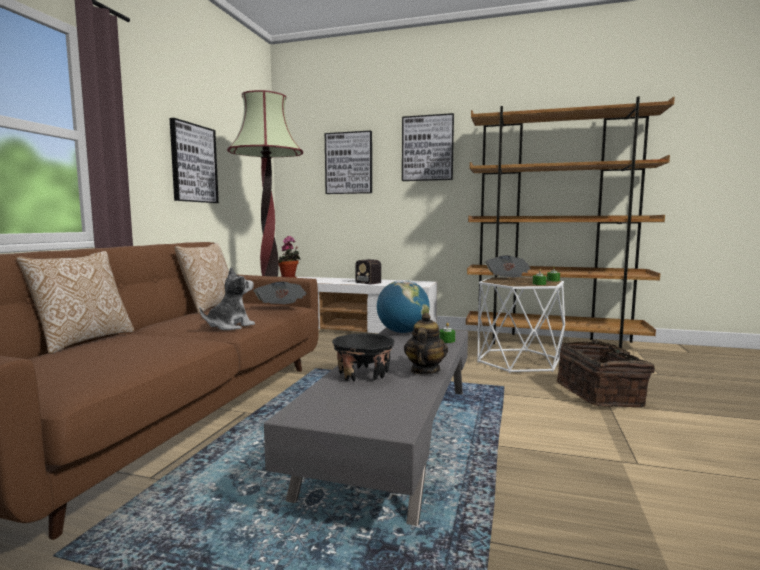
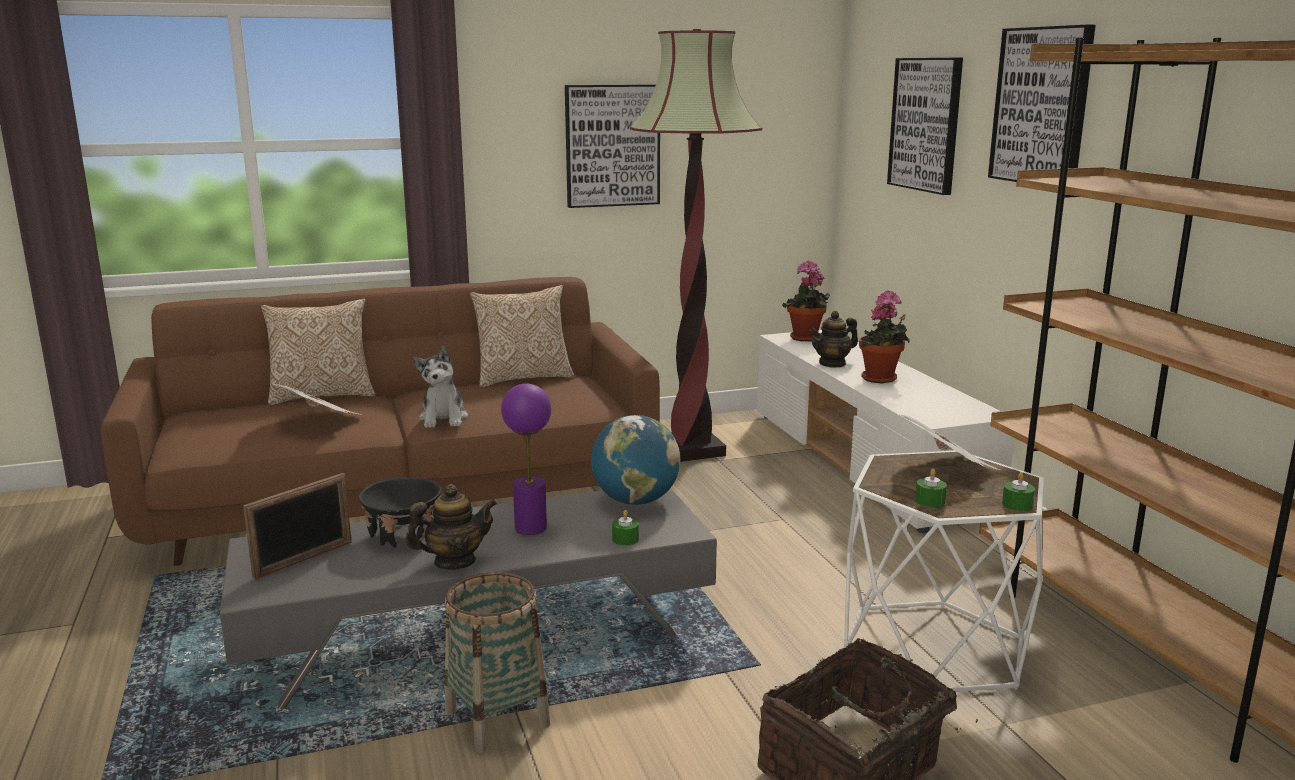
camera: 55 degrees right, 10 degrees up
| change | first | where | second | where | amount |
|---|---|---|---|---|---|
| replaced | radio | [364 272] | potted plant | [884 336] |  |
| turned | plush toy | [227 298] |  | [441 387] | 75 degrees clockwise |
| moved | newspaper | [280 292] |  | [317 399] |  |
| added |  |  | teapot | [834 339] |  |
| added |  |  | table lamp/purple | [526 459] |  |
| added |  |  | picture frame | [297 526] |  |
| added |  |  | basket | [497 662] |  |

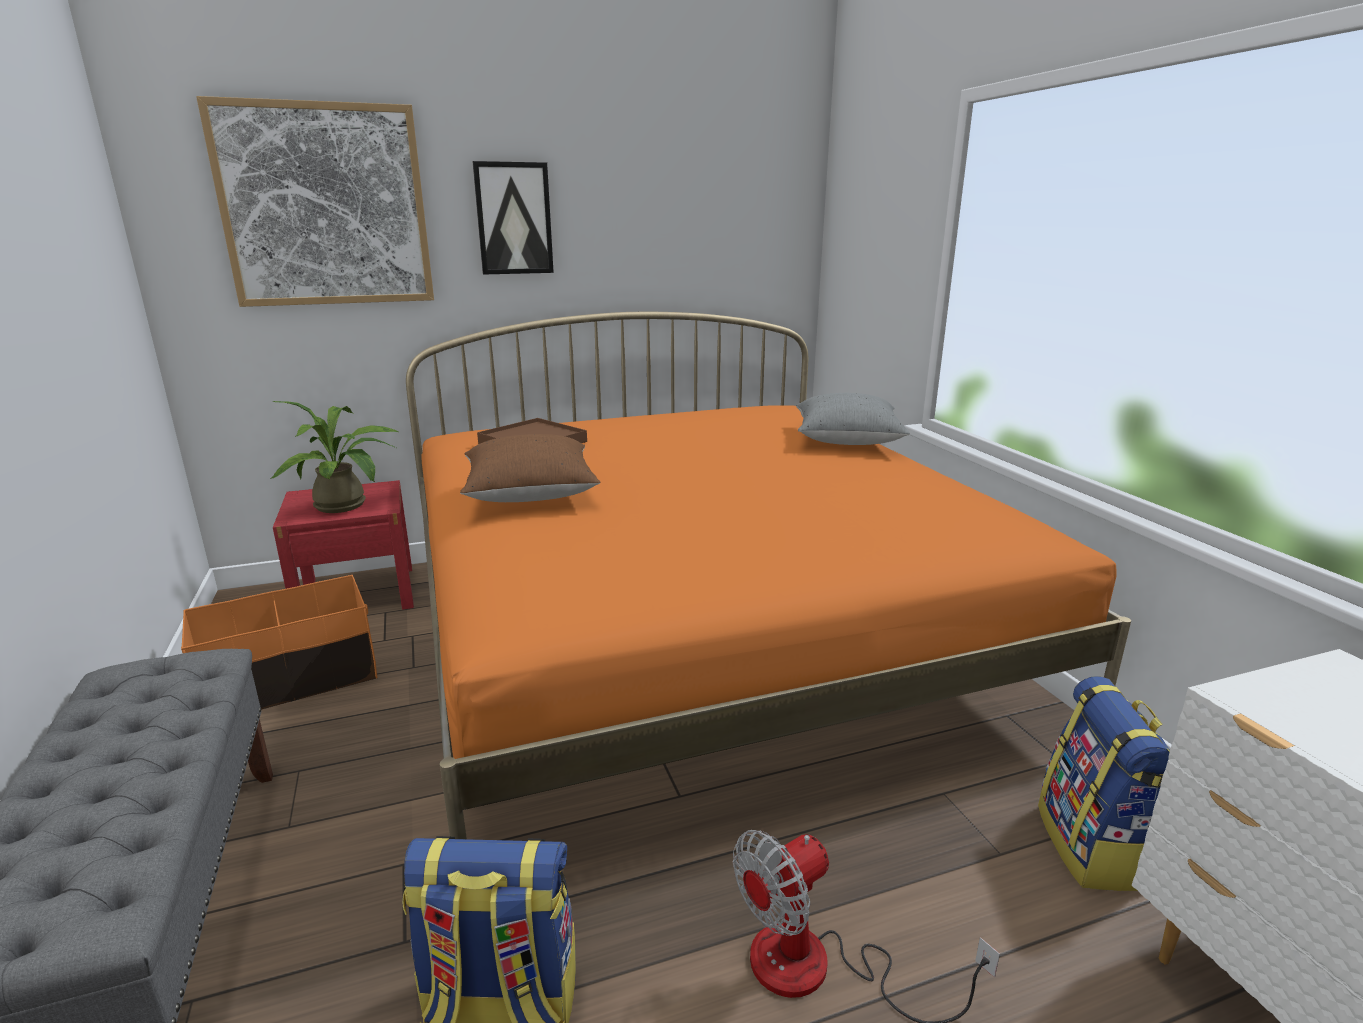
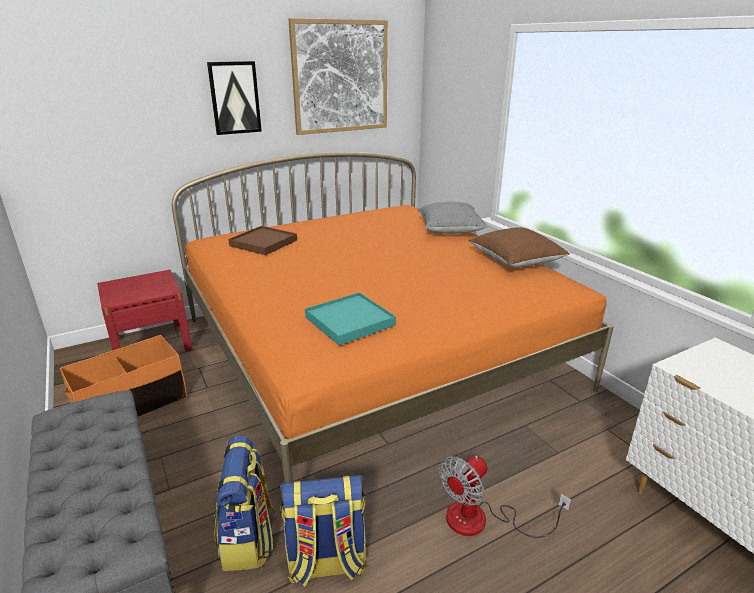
camera: 10 degrees left, 5 degrees up
| change | first | where | second | where | amount |
|---|---|---|---|---|---|
| moved | picture | [315 201] |  | [338 76] |  |
| removed | potted plant | [334 457] |  |  |  |
| moved | pillow/brown | [530 468] |  | [519 247] |  |
| moved | backpack | [1104 783] |  | [244 503] |  |
| added |  |  | tray/turquoise | [350 319] |  |

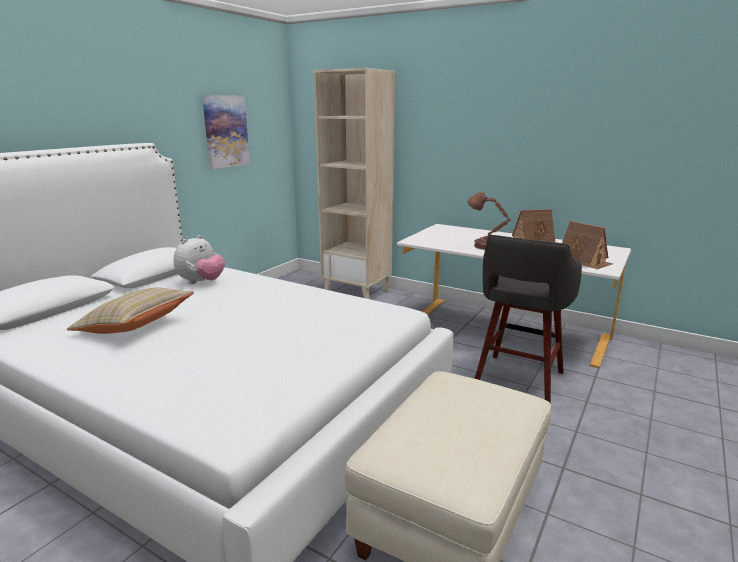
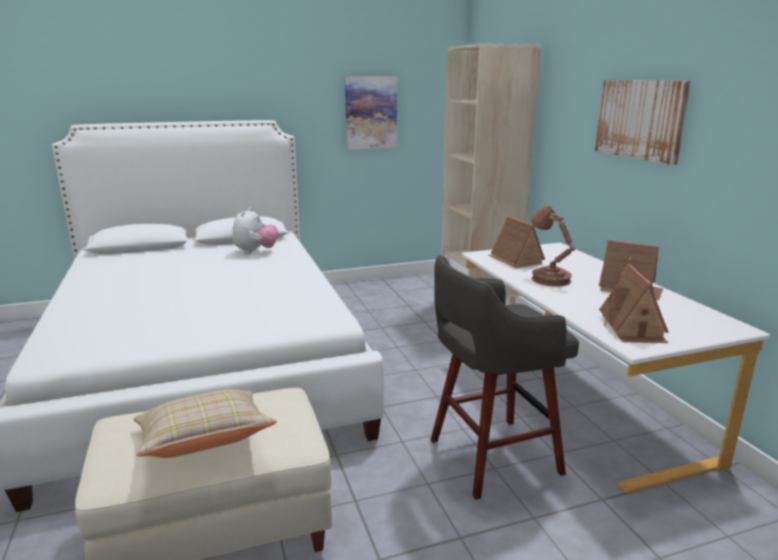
camera: 40 degrees right, 0 degrees up
| change | first | where | second | where | amount |
|---|---|---|---|---|---|
| turned | plush toy | [199 259] |  | [255 231] | 60 degrees counterclockwise |
| moved | pillow/beige | [130 311] |  | [205 423] |  |
| added |  |  | picture | [643 122] |  |
| added |  |  | toy house | [517 242] |  |

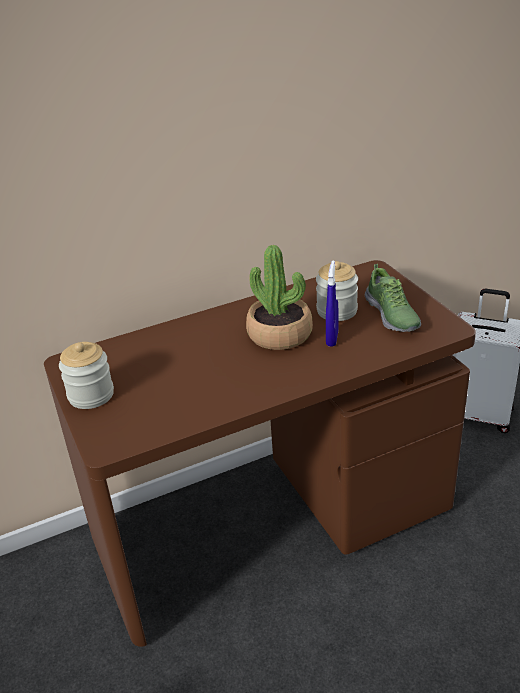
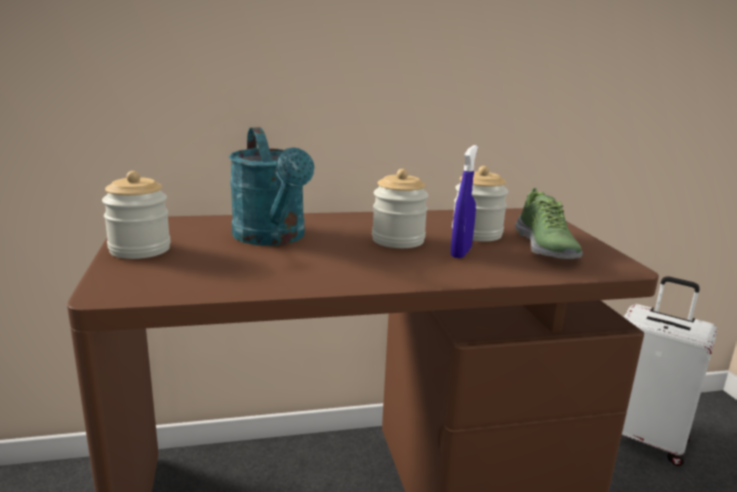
camera: 10 degrees right, 15 degrees down
| change | first | where | second | where | amount |
|---|---|---|---|---|---|
| replaced | potted plant | [279 297] | jar | [400 208] |  |
| added |  |  | watering can/turquoise | [271 186] |  |

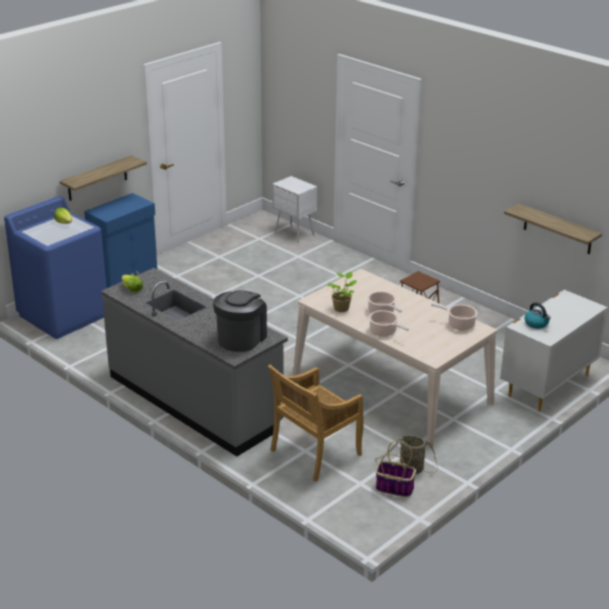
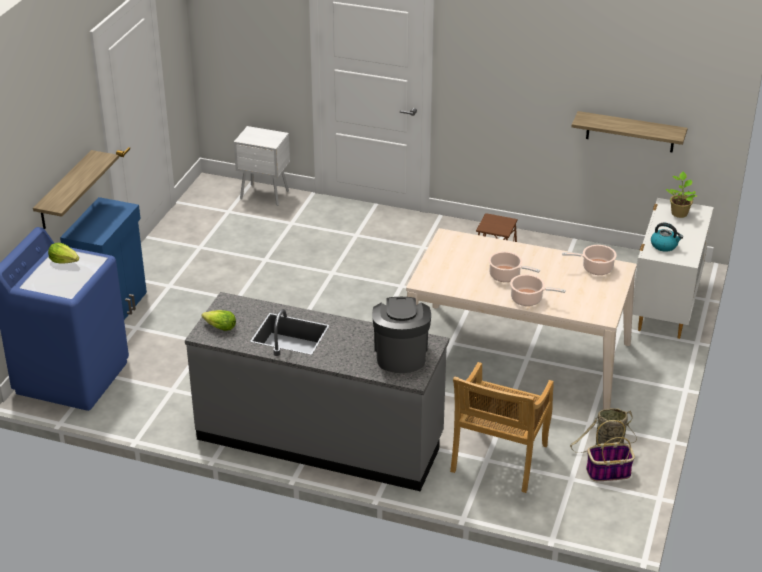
camera: 25 degrees left, 5 degrees up
| change | first | where | second | where | amount |
|---|---|---|---|---|---|
| moved | potted plant | [342 292] |  | [681 195] |  |

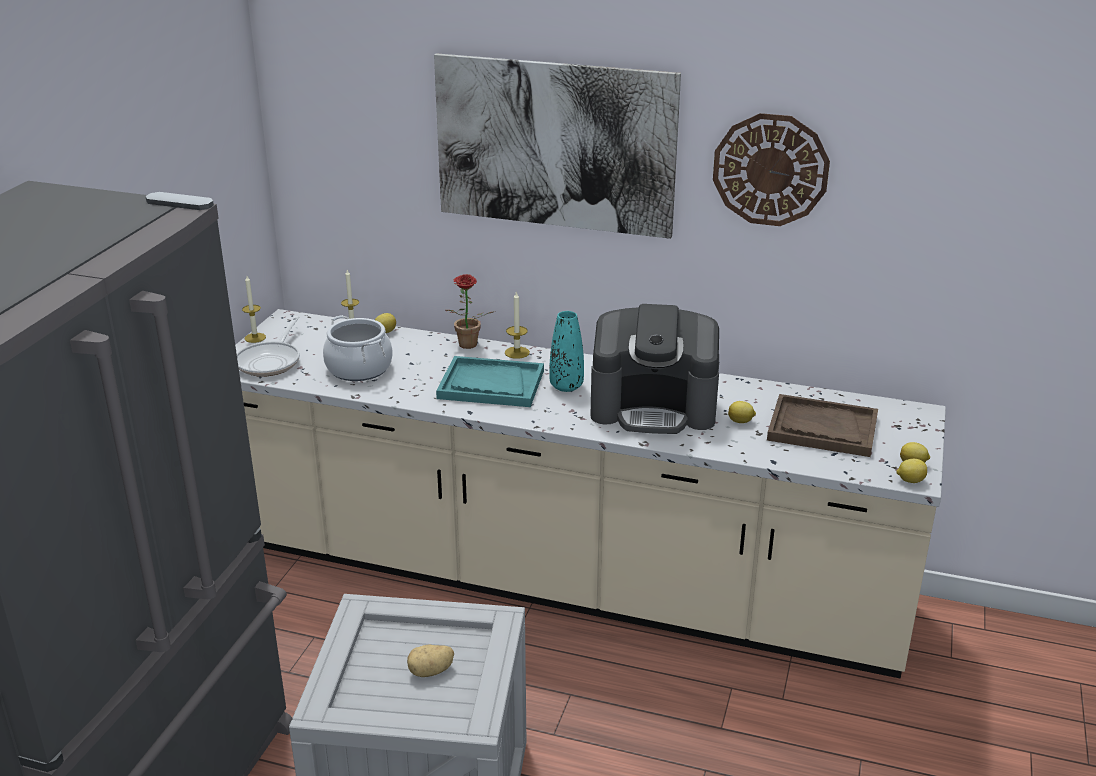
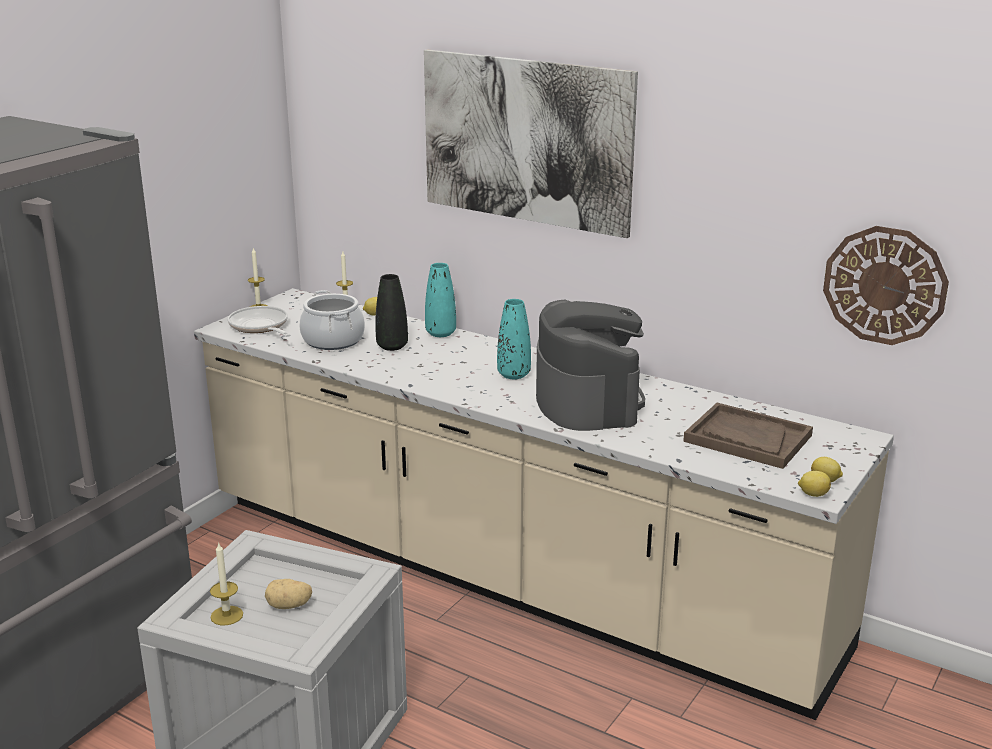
camera: 15 degrees right, 5 degrees down
| change | first | where | second | where | amount |
|---|---|---|---|---|---|
| moved | wall clock | [771 169] |  | [886 285] |  |
| replaced | potted plant | [469 311] | vase/turquoise | [440 300] |  |
| moved | candle | [517 325] |  | [226 583] |  |
| turned | coffee machine | [655 369] |  | [590 365] | 120 degrees counterclockwise |
| turned | frying pan | [268 346] |  | [259 321] | 120 degrees clockwise |
| removed | tray/turquoise | [490 381] |  |  |  |
| removed | lemon | [742 412] |  |  |  |
| added |  |  | vase/black | [391 312] |  |

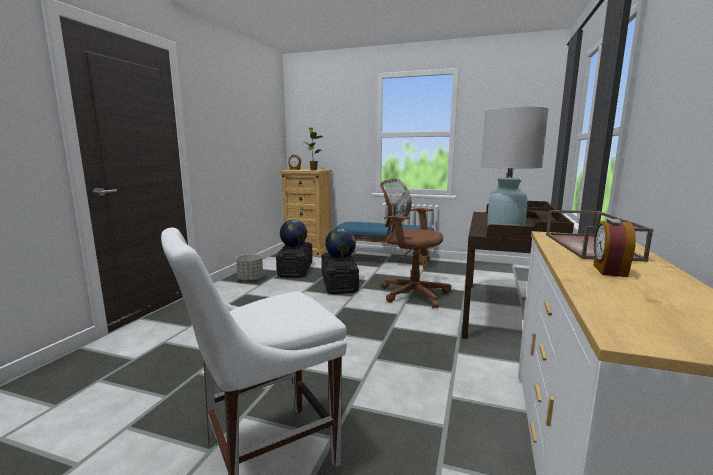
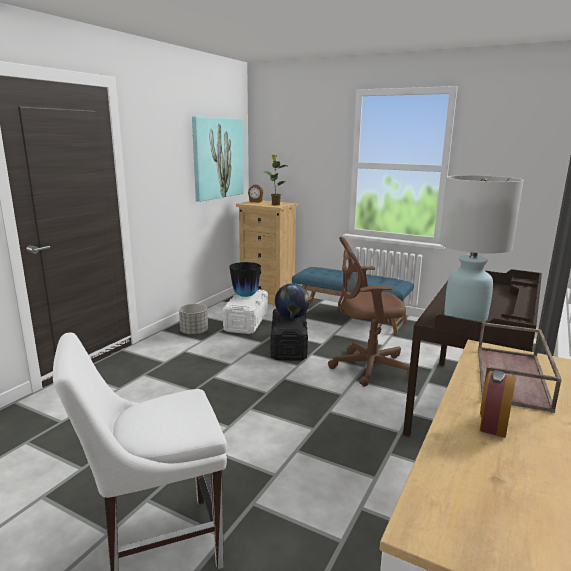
camera: 10 degrees right, 5 degrees up
| change | first | where | second | where | amount |
|---|---|---|---|---|---|
| turned | office chair/brown | [415 243] |  | [369 312] | 45 degrees counterclockwise |
| replaced | globe | [293 233] | vase | [245 279] |  |
| recoloured | storage box/black | [294 260] | storage box/white | [245 311] |  |
| added |  |  | picture | [218 159] |  |

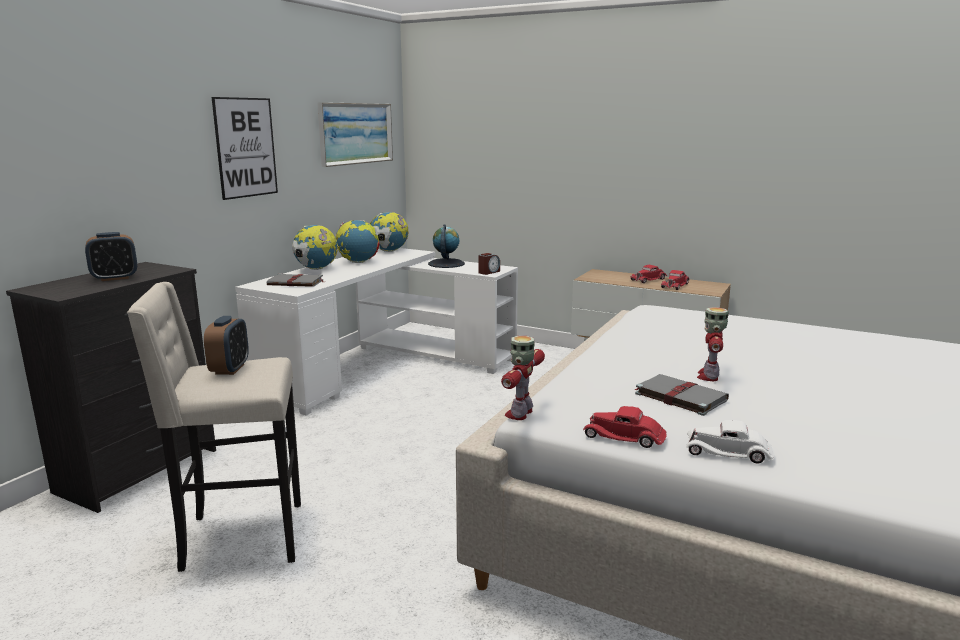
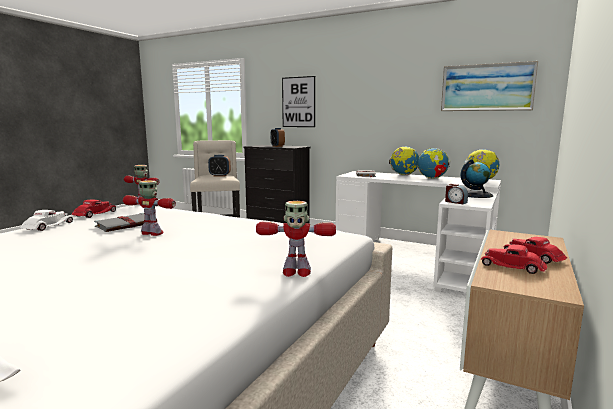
camera: 90 degrees right, 5 degrees down
| change | first | where | second | where | amount |
|---|---|---|---|---|---|
| moved | picture | [245 148] |  | [298 101] |  |
| added |  |  | toy robot | [296 239] |  |

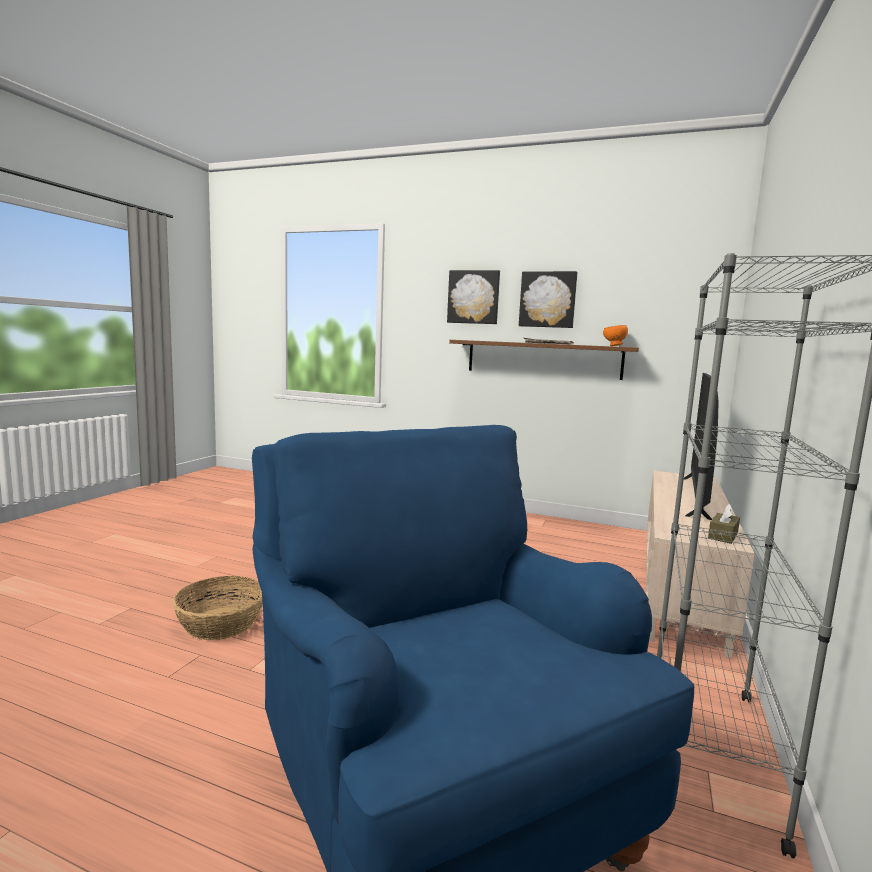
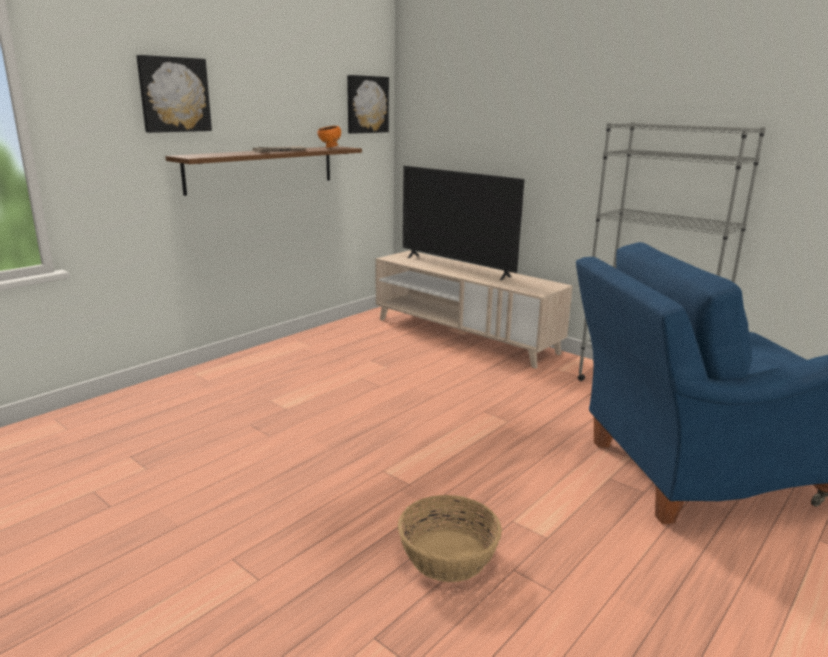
camera: 70 degrees left, 10 degrees up
| change | first | where | second | where | amount |
|---|---|---|---|---|---|
| moved | picture | [548 299] |  | [368 104] |  |
| removed | tissue box/brown | [724 523] |  |  |  |

